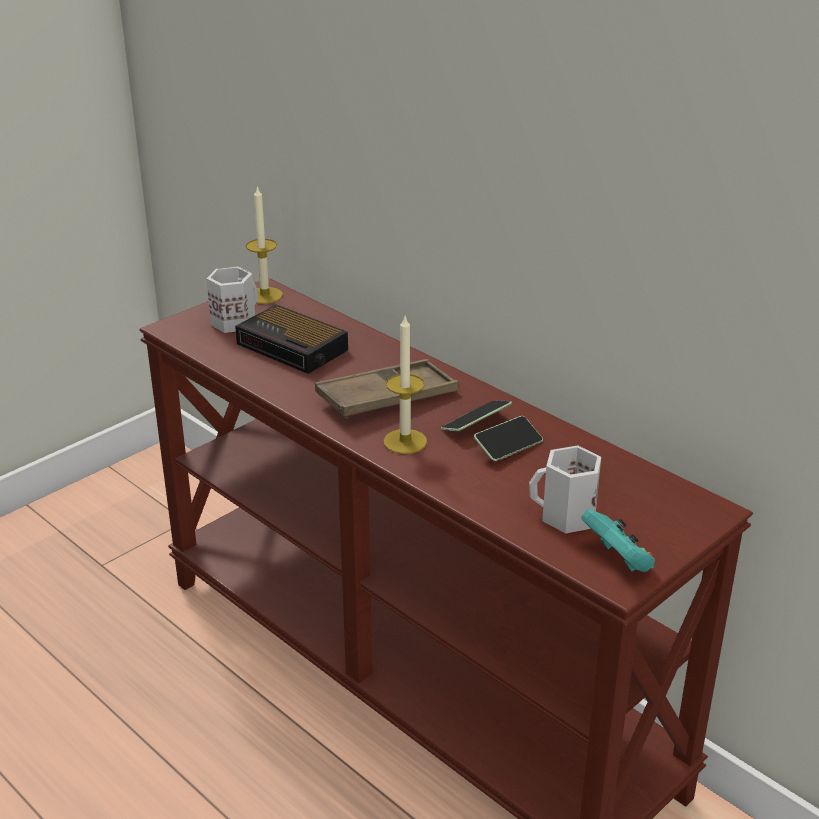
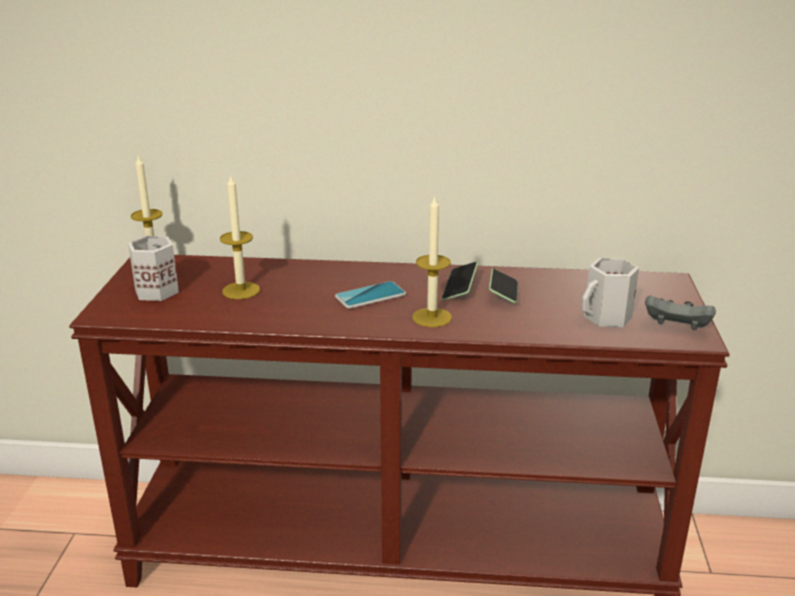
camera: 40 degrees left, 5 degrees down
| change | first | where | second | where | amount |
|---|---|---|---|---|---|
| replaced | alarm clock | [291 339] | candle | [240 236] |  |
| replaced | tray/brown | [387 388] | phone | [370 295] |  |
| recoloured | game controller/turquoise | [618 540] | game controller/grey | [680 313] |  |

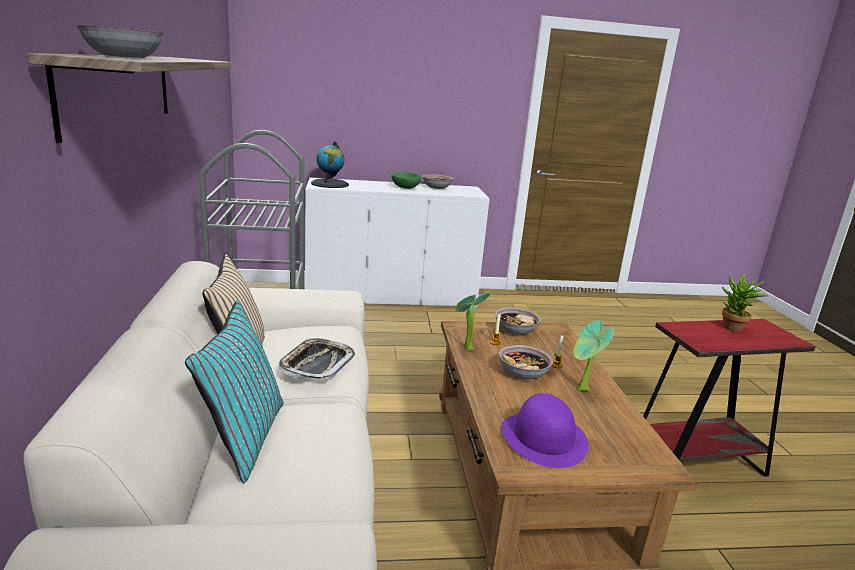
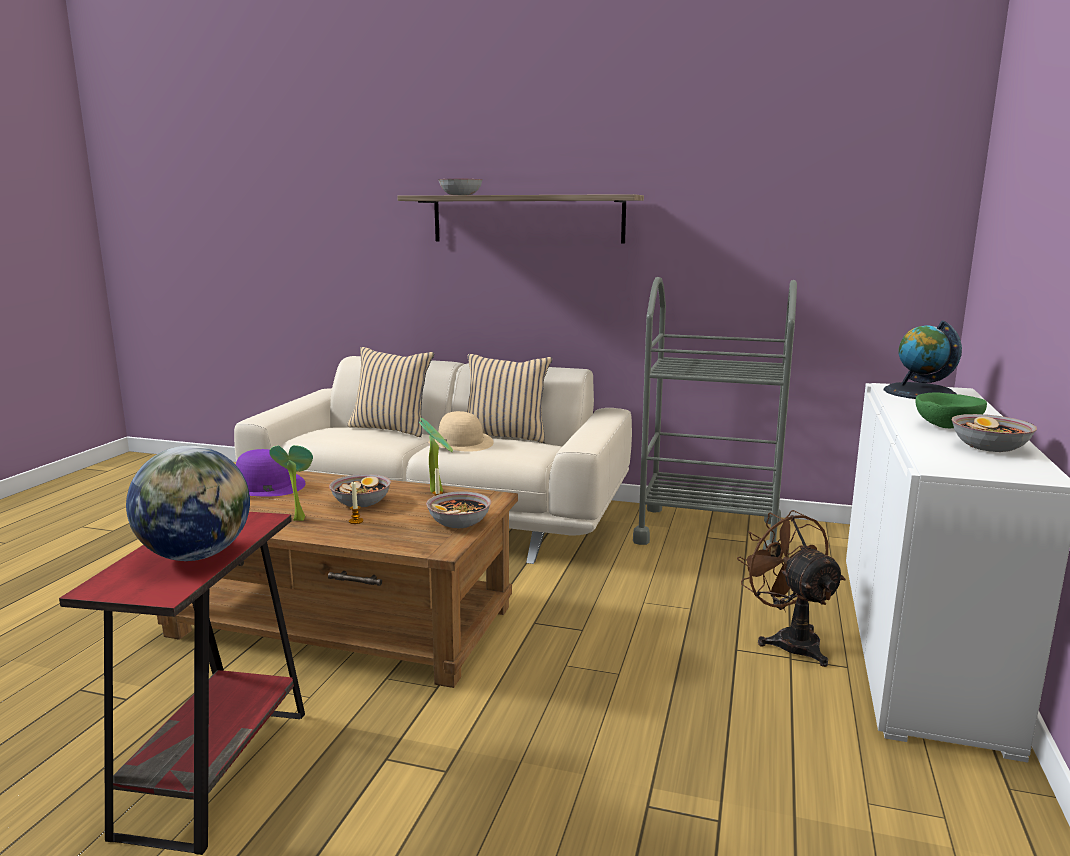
camera: 115 degrees right, 5 degrees down
| change | first | where | second | where | amount |
|---|---|---|---|---|---|
| replaced | potted plant | [745 302] | globe | [188 503] |  |
| recoloured | pillow/turquoise | [234 391] | pillow/beige | [390 392] |  |
| replaced | tray | [317 358] | hat/beige | [461 431] |  |
| added |  |  | fan/brown | [791 588] |  |

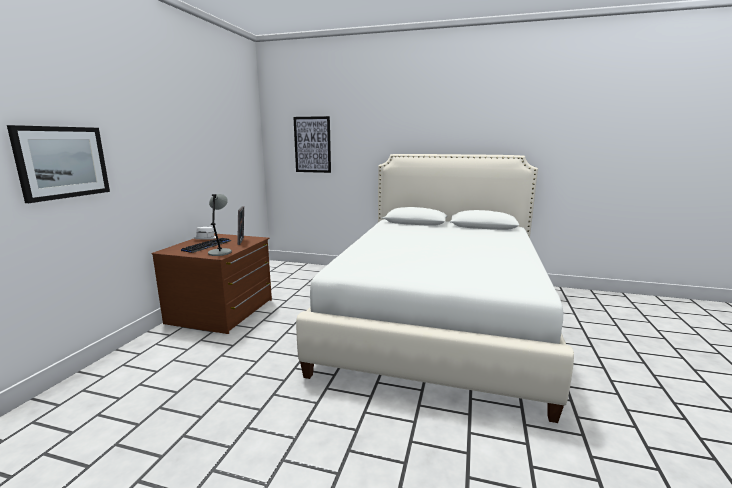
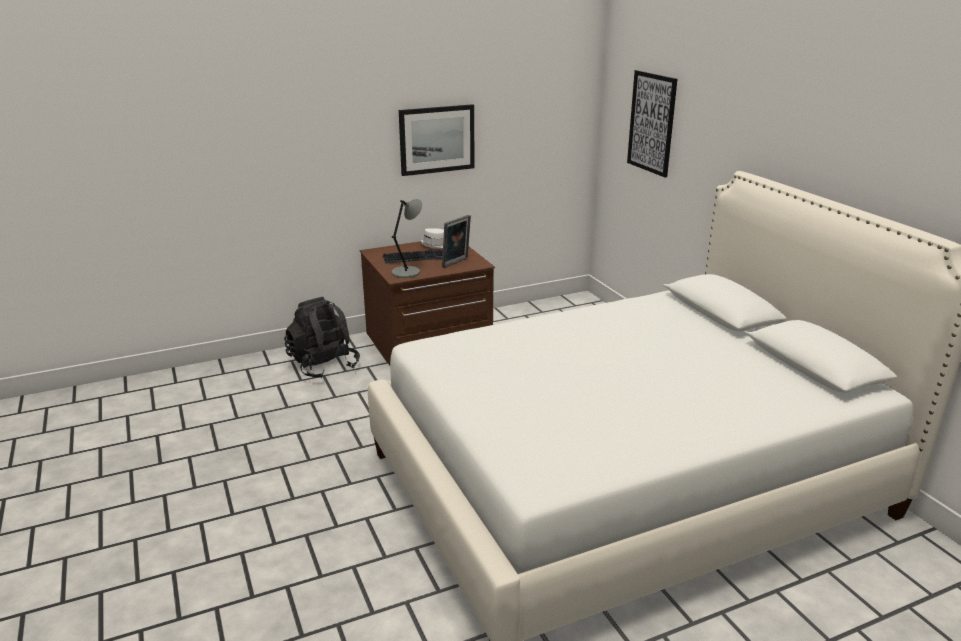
camera: 50 degrees right, 10 degrees up
| change | first | where | second | where | amount |
|---|---|---|---|---|---|
| moved | picture | [58 164] |  | [436 140] |  |
| added |  |  | backpack/black | [322 337] |  |

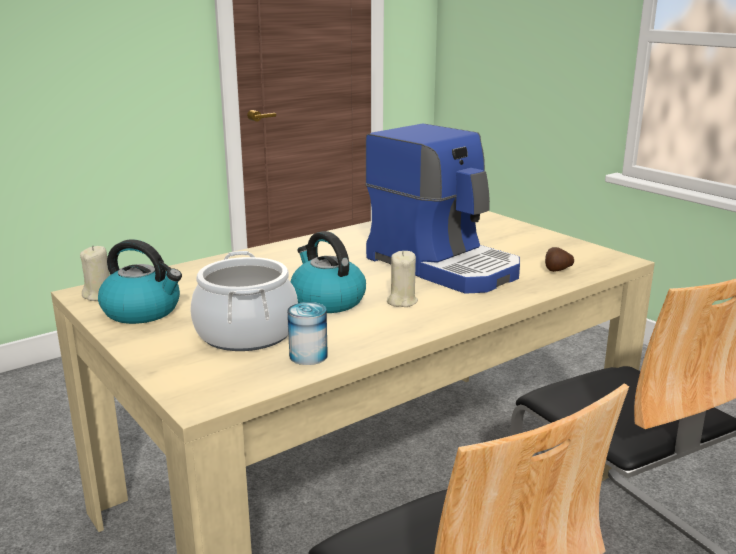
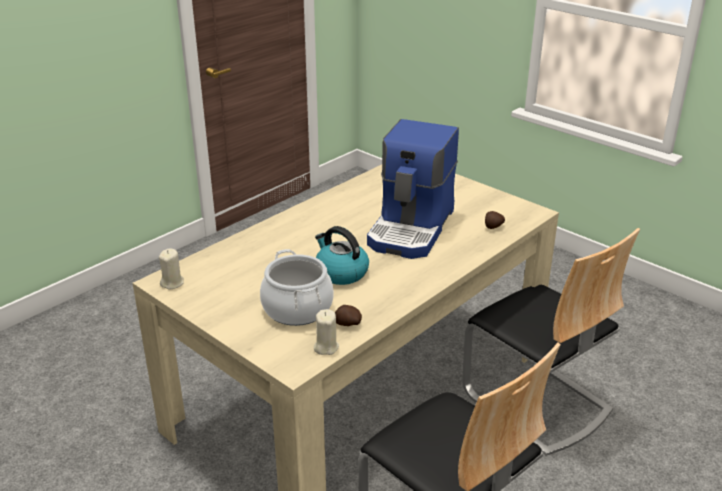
camera: 10 degrees left, 10 degrees up
| change | first | where | second | where | amount |
|---|---|---|---|---|---|
| turned | coffee machine | [442 209] |  | [413 189] | 75 degrees clockwise |
| removed | kettle | [140 281] |  |  |  |
| moved | candle/beige | [402 279] |  | [326 332] |  |
| replaced | can | [308 333] | potato | [348 315] |  |

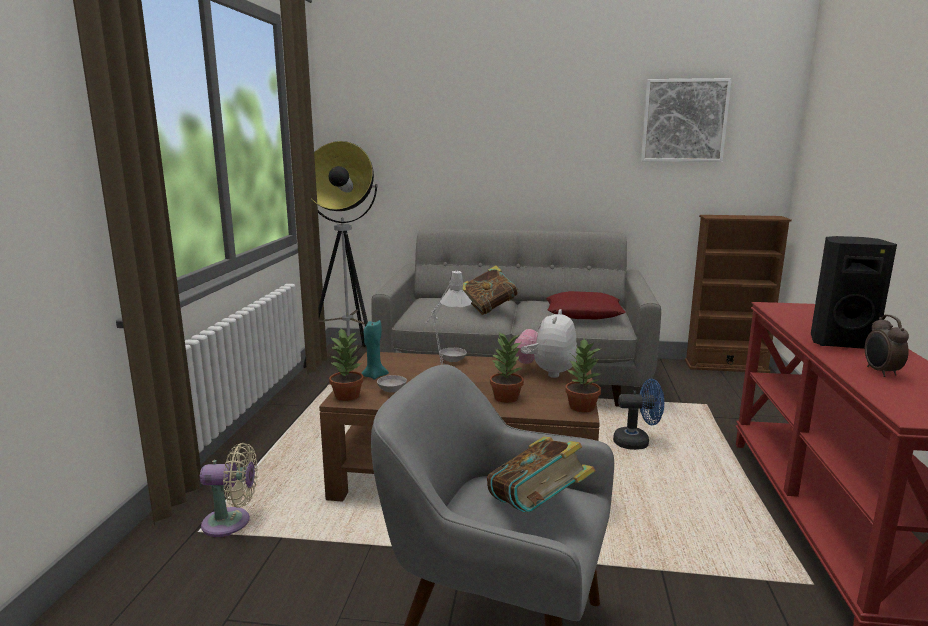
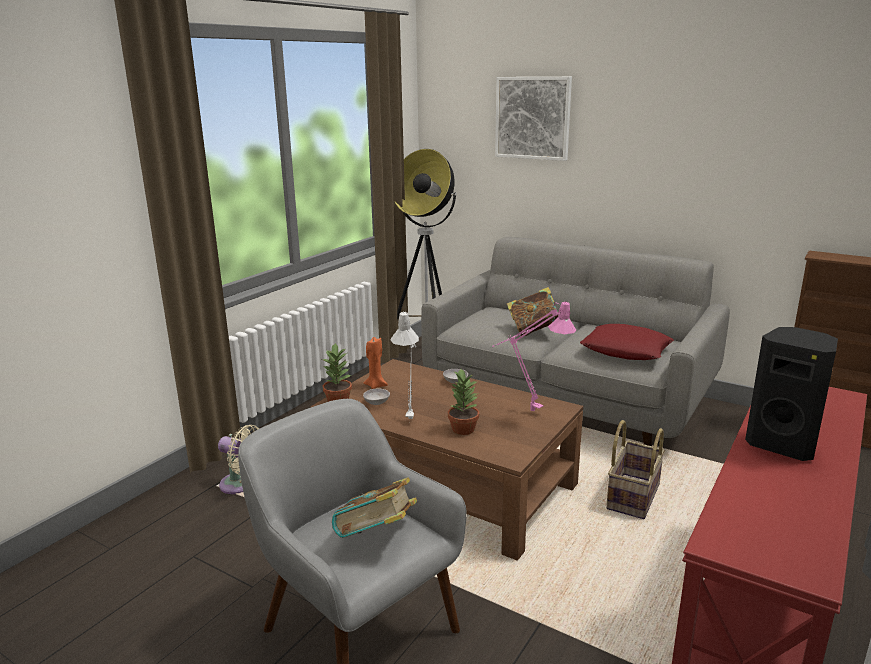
camera: 25 degrees right, 5 degrees up
| change | first | where | second | where | amount |
|---|---|---|---|---|---|
| moved | picture | [686 120] |  | [533 119] |  |
| replaced | plush toy | [545 343] | table lamp/pink | [534 356] |  |
| removed | alarm clock | [887 346] |  |  |  |
| recoloured | candle/turquoise | [375 350] | candle/orange | [376 363] |  |
| removed | potted plant | [583 375] |  |  |  |
| replaced | fan/blue | [638 414] | basket | [635 469] |  |

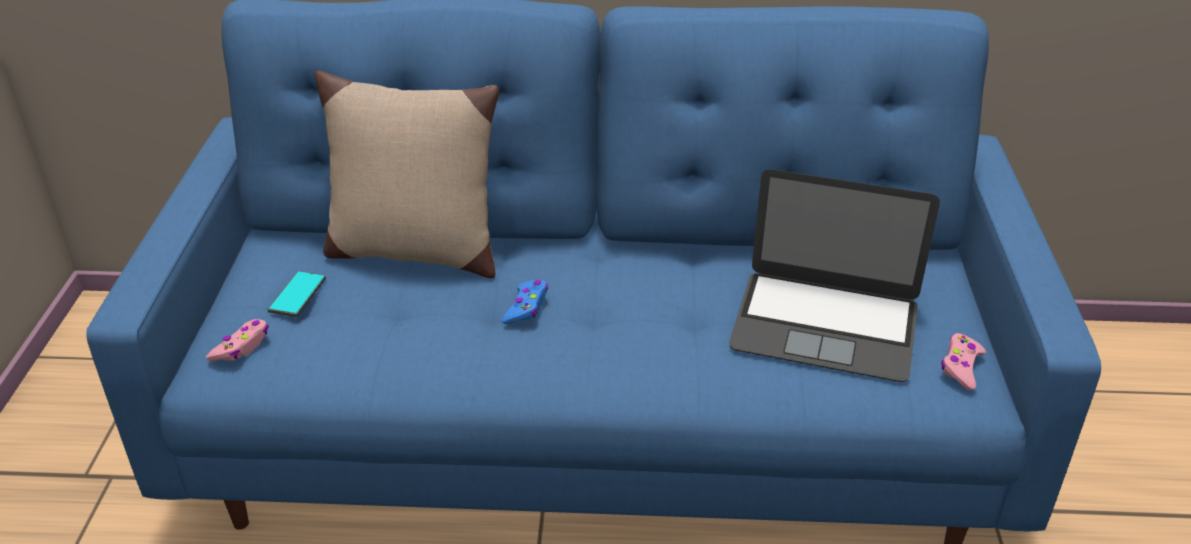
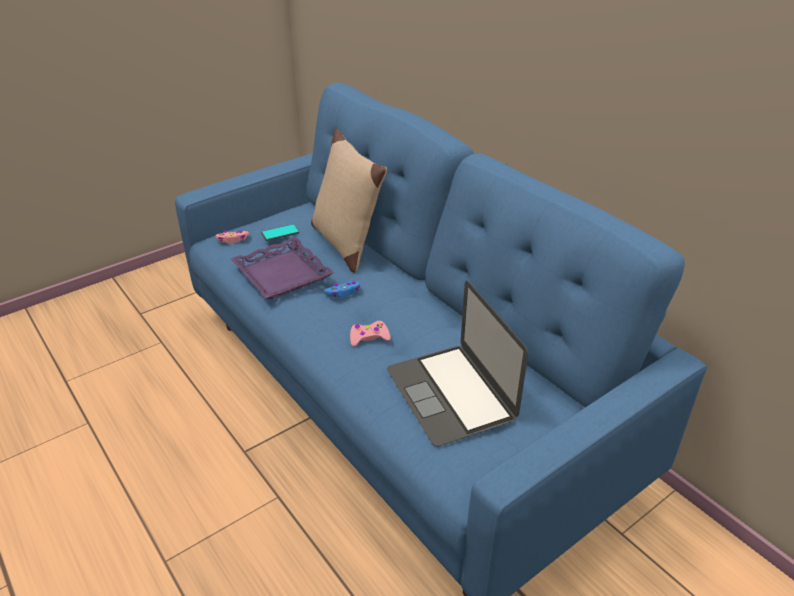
camera: 50 degrees right, 0 degrees up
| change | first | where | second | where | amount |
|---|---|---|---|---|---|
| moved | game controller/pink | [963 361] |  | [370 334] |  |
| added |  |  | tray/purple | [282 268] |  |

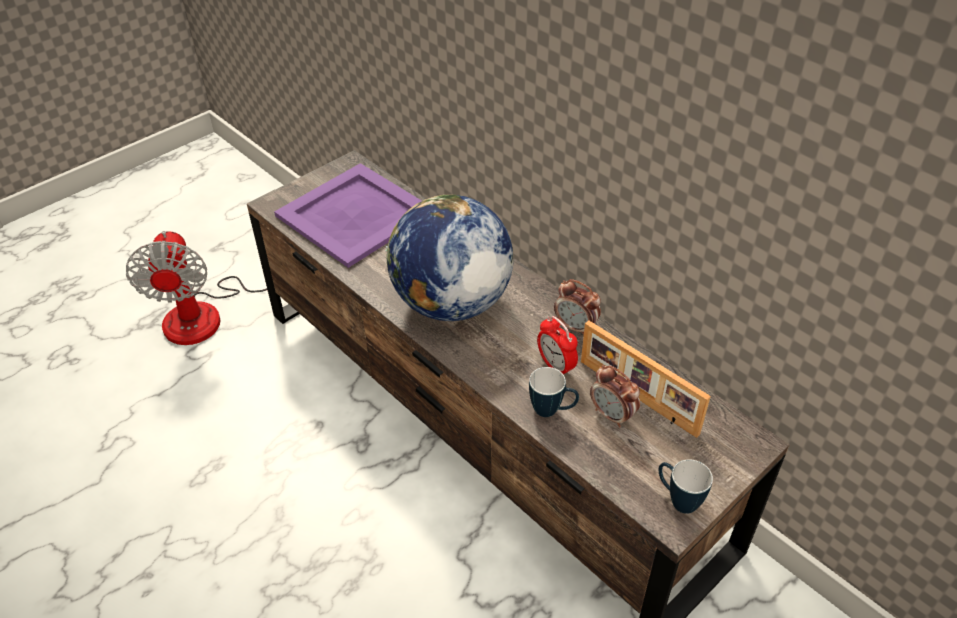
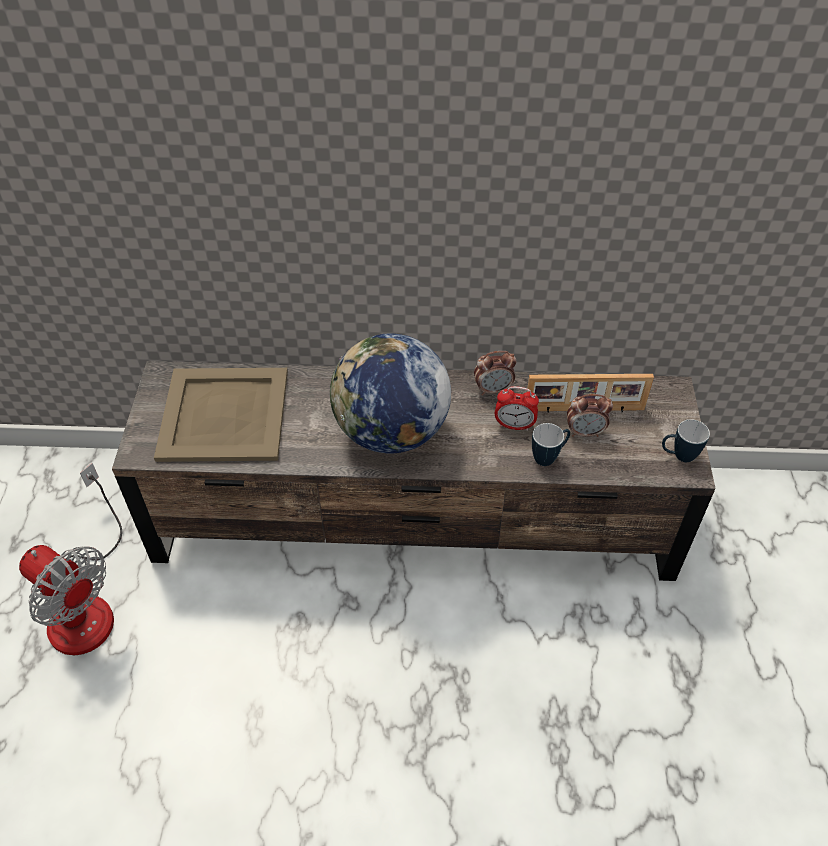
camera: 45 degrees left, 5 degrees up
| change | first | where | second | where | amount |
|---|---|---|---|---|---|
| recoloured | tray/purple | [348 215] | tray/beige | [221 415] |  |

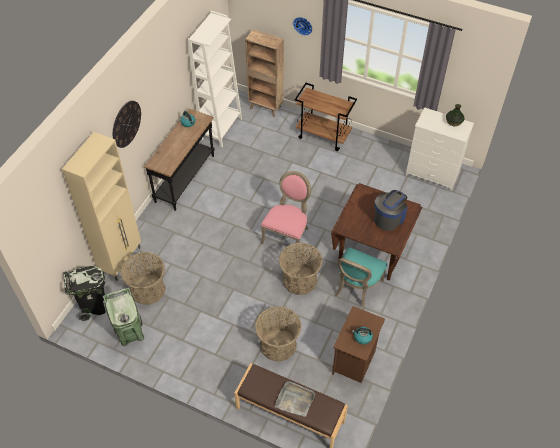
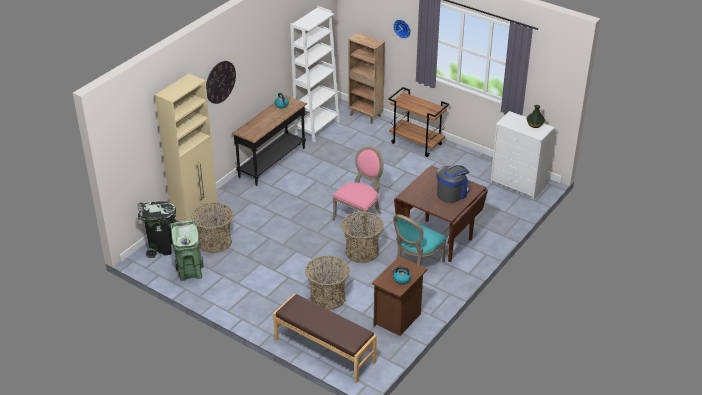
camera: 10 degrees right, 15 degrees down
| change | first | where | second | where | amount |
|---|---|---|---|---|---|
| removed | tray/grey | [295 399] |  |  |  |

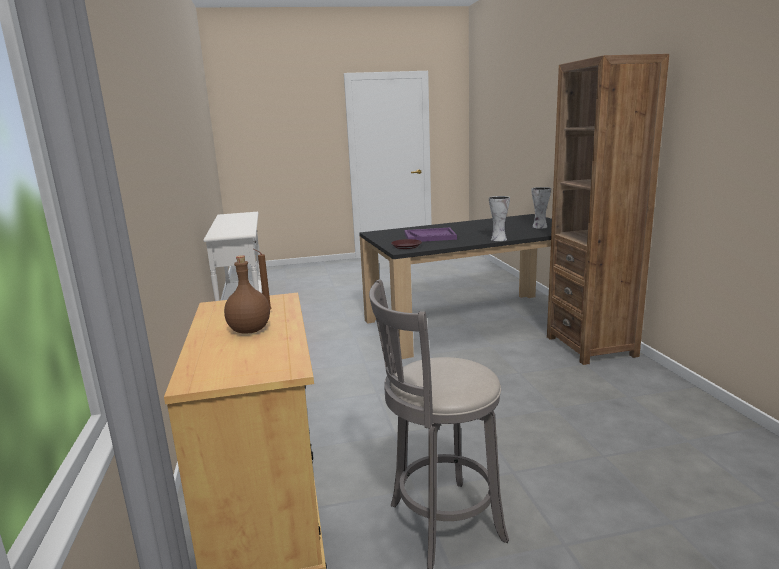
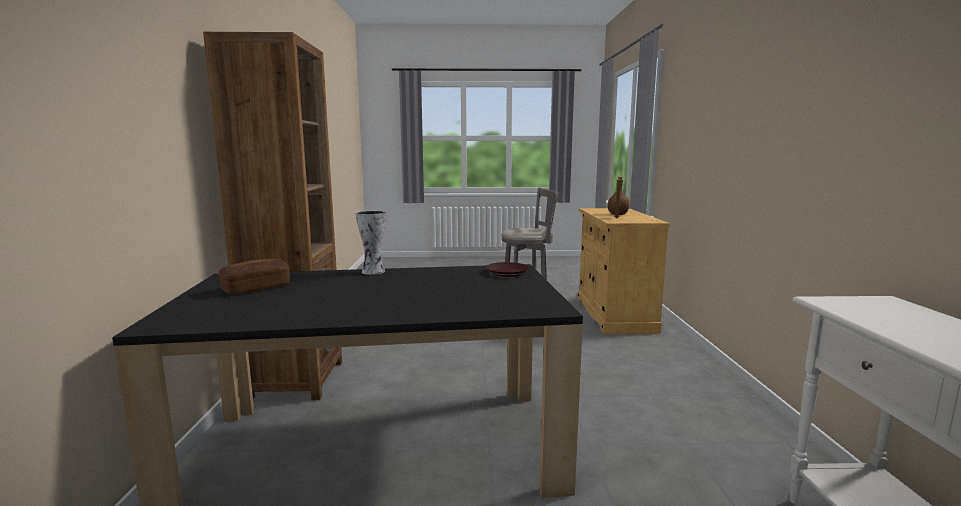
camera: 170 degrees left, 5 degrees down
| change | first | where | second | where | amount |
|---|---|---|---|---|---|
| replaced | vase | [541 208] | bread | [254 276] |  |
| removed | tray/purple | [431 235] |  |  |  |

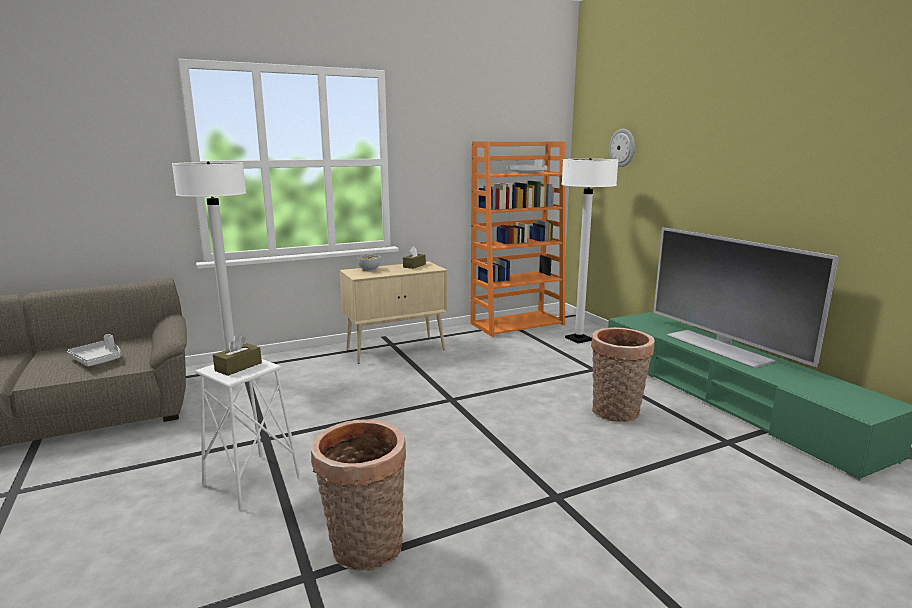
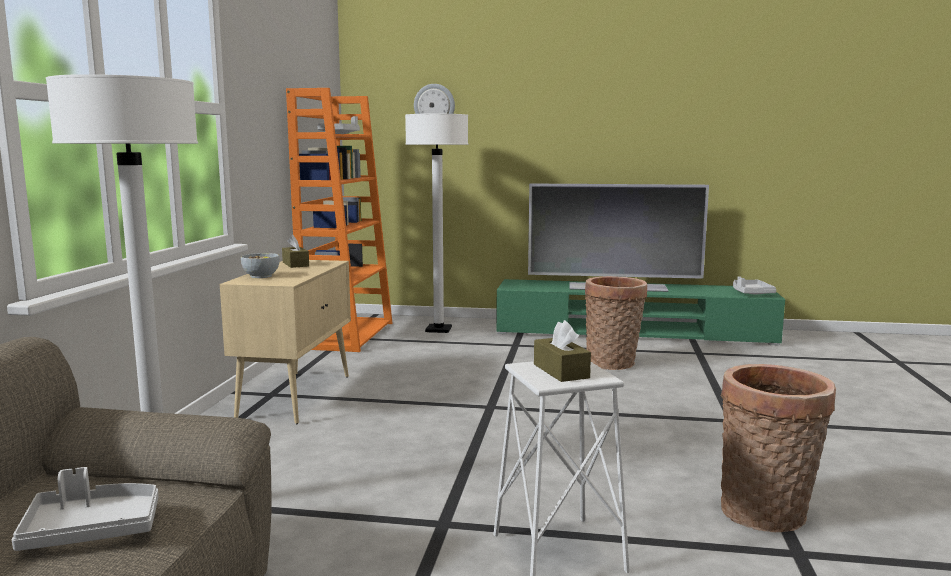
camera: 55 degrees left, 5 degrees down
| change | first | where | second | where | amount |
|---|---|---|---|---|---|
| added |  |  | tray/grey | [754 285] |  |

